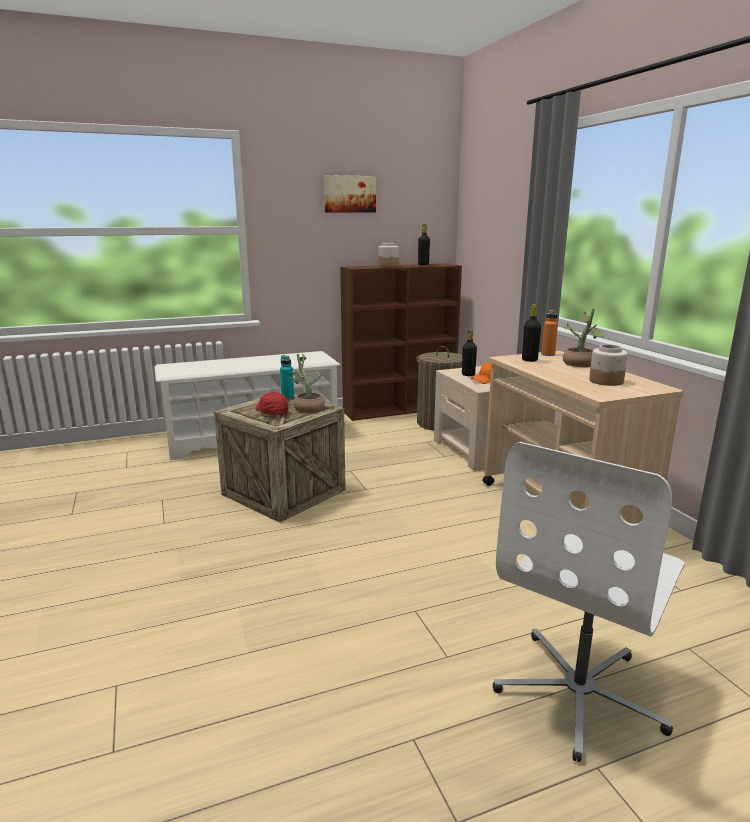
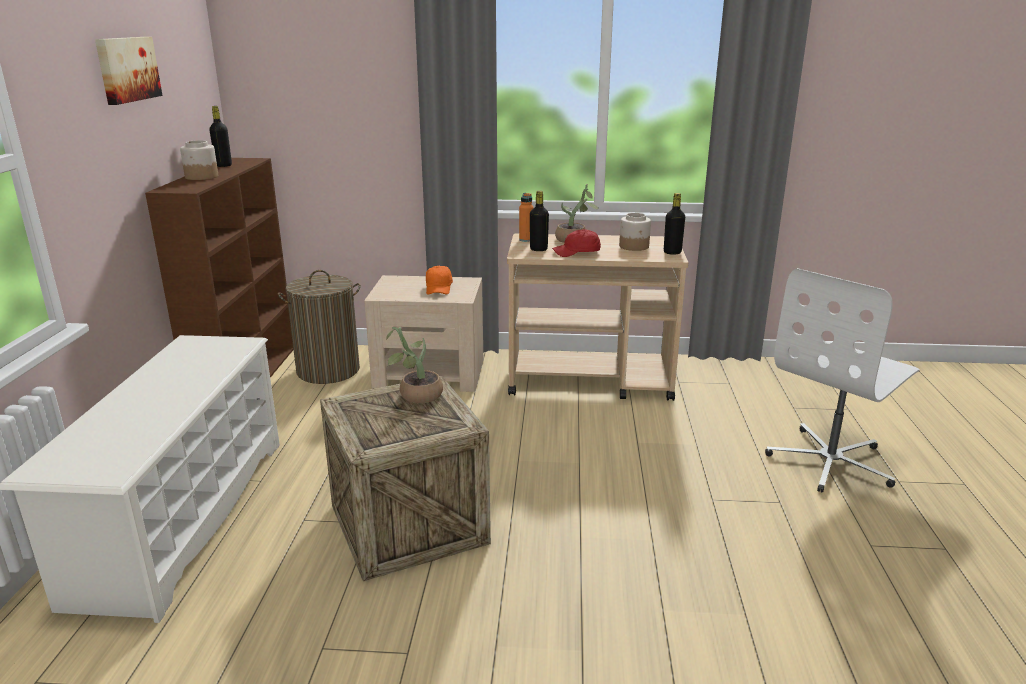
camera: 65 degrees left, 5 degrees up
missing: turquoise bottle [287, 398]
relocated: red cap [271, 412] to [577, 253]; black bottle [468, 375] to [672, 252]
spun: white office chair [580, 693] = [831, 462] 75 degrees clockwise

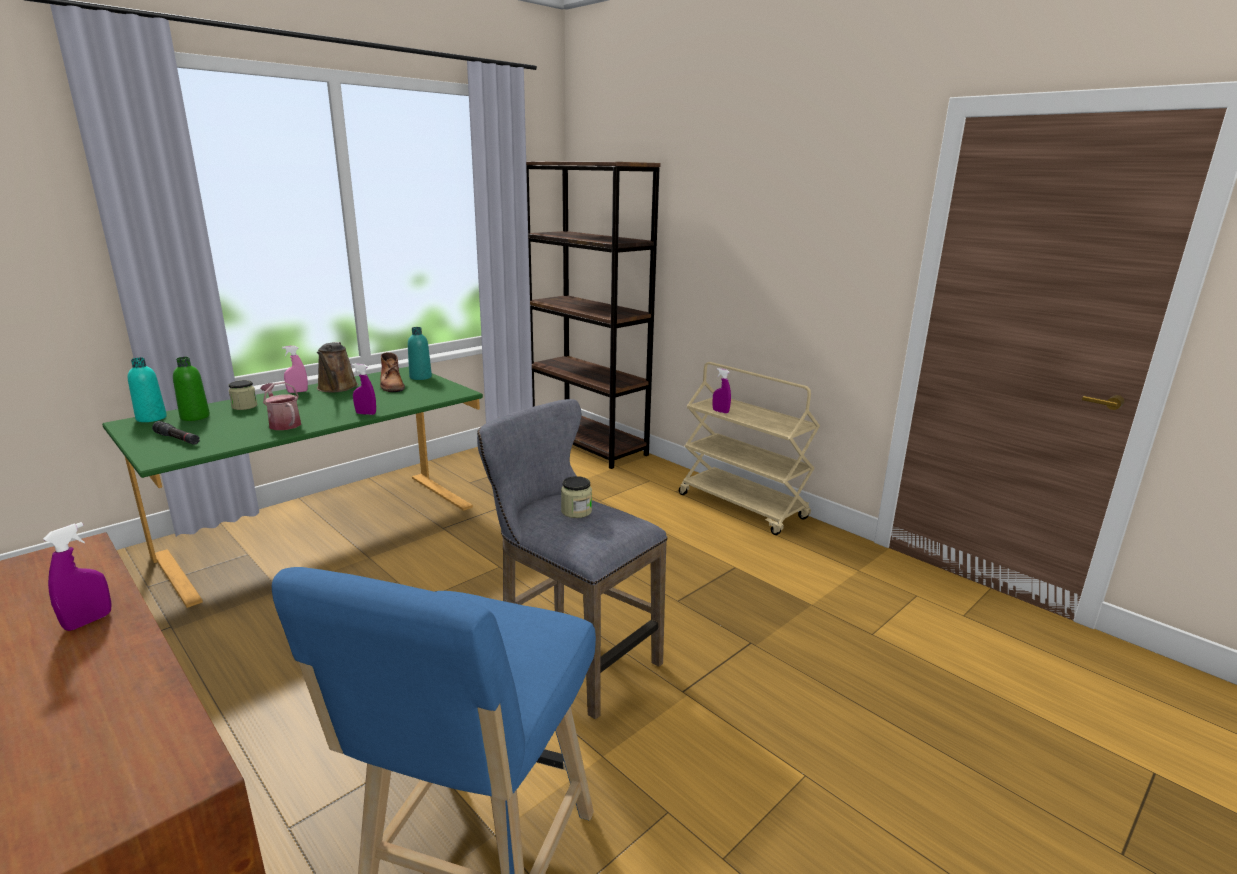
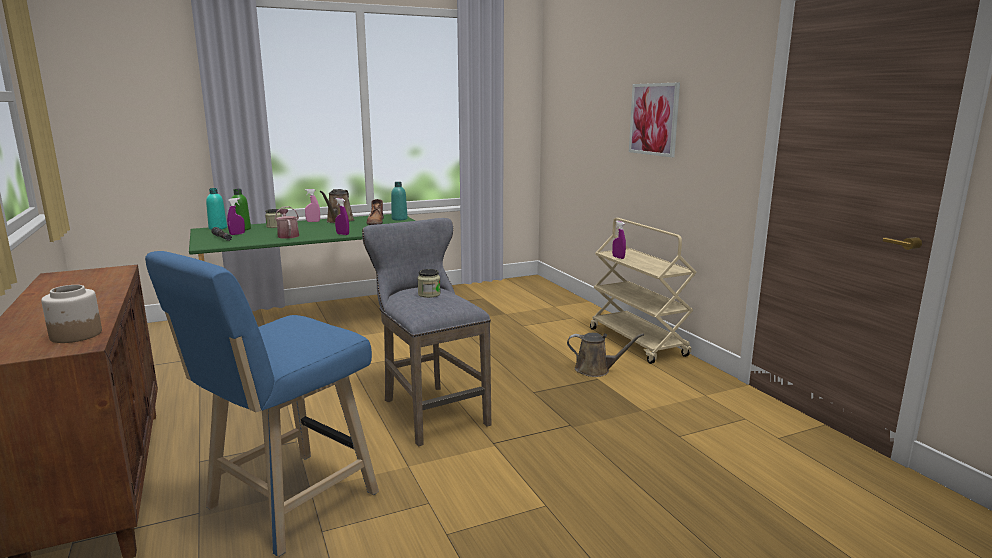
camera: 20 degrees right, 5 degrees down
missing: brown bookcase [587, 444]
appeared: jar [75, 335]; brown watering can [596, 370]; picture [654, 119]
relocated: purple spray bottle [88, 621] to [237, 234]

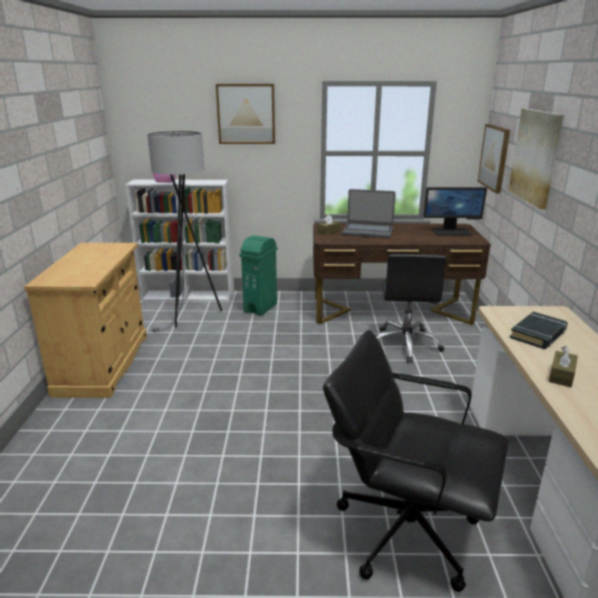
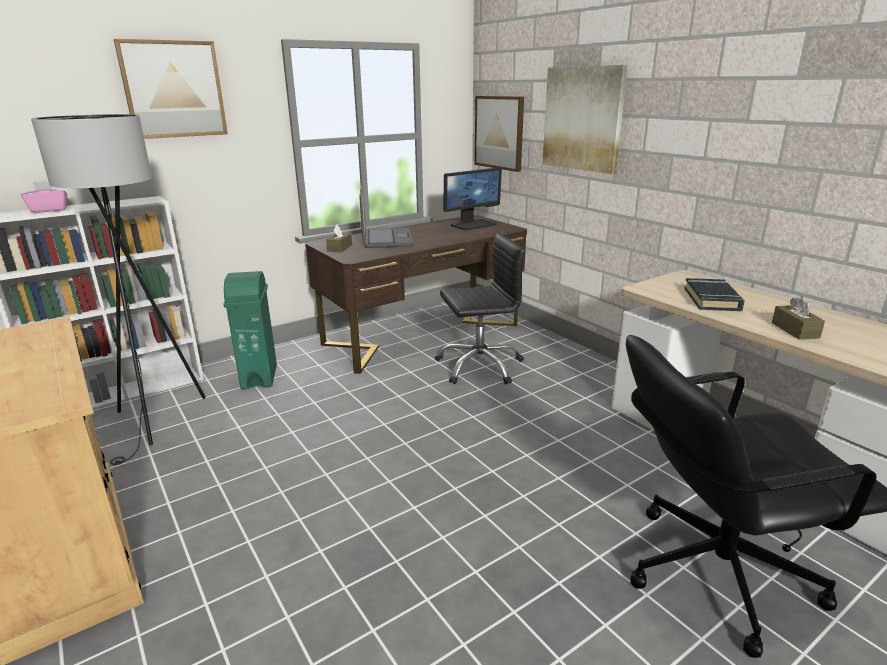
camera: 35 degrees left, 0 degrees up
spun: laptop [368, 231] = [386, 239] 75 degrees counterclockwise; black office chair [405, 344] = [479, 366] 75 degrees counterclockwise

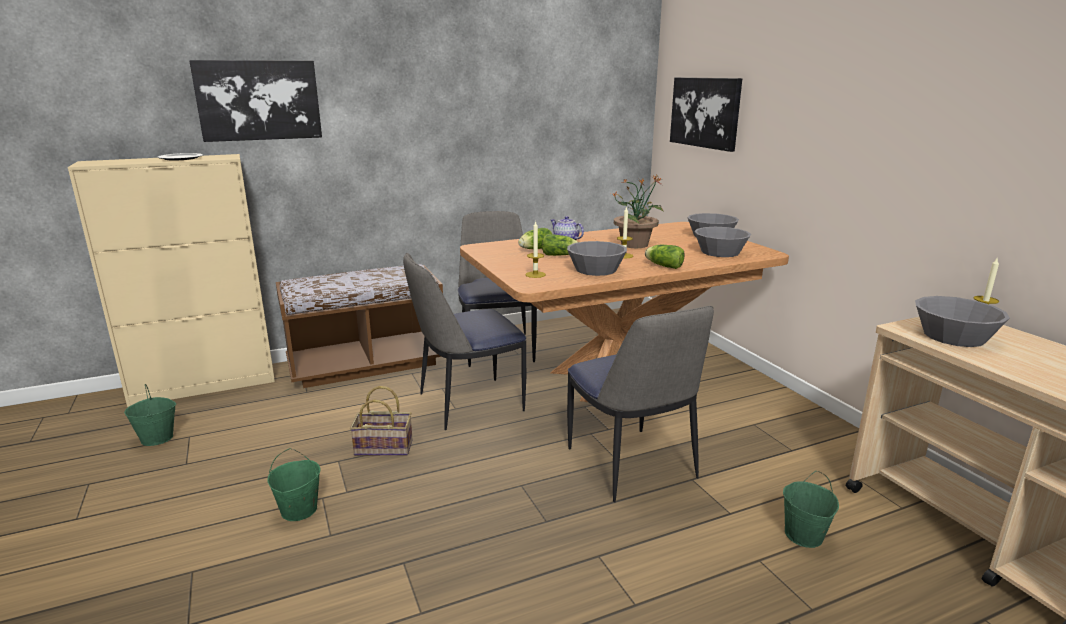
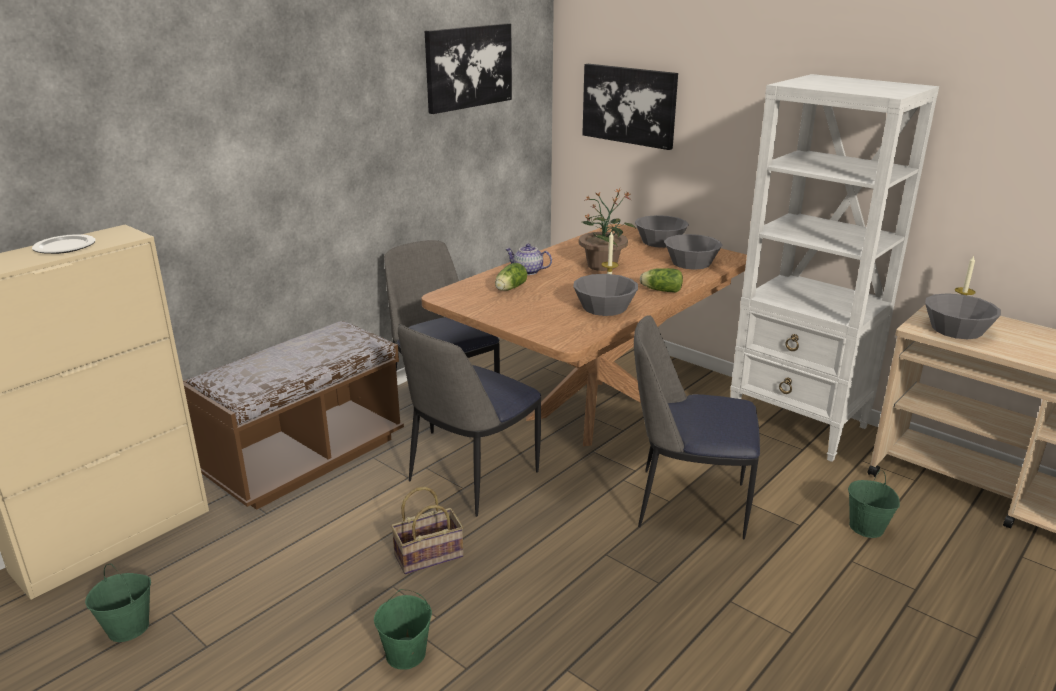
camera: 25 degrees left, 5 degrees up
missing: candle [535, 274]; lettuce [560, 255]
appeared: white bookcase [798, 425]
relocated: picture [259, 100] to [468, 67]
spun: chair [632, 466] = [687, 503] 150 degrees clockwise

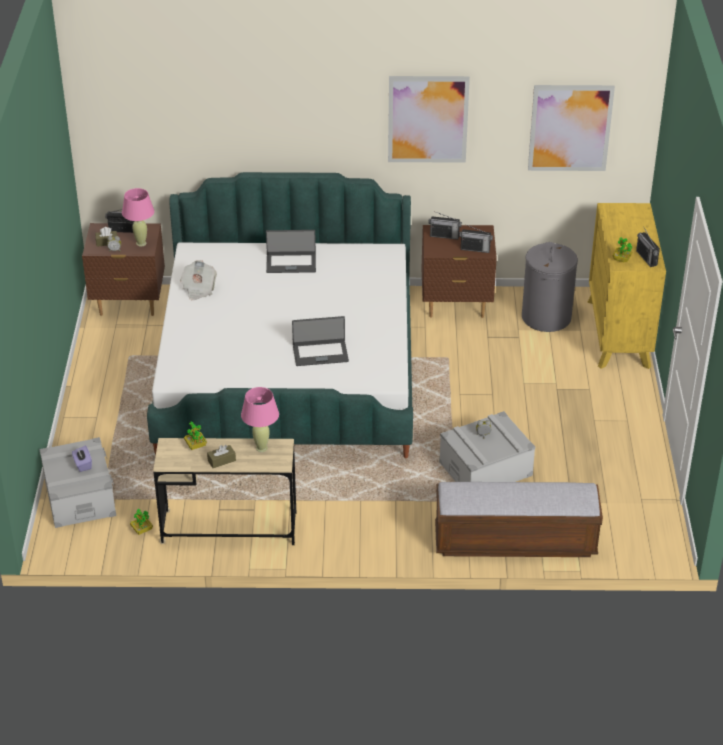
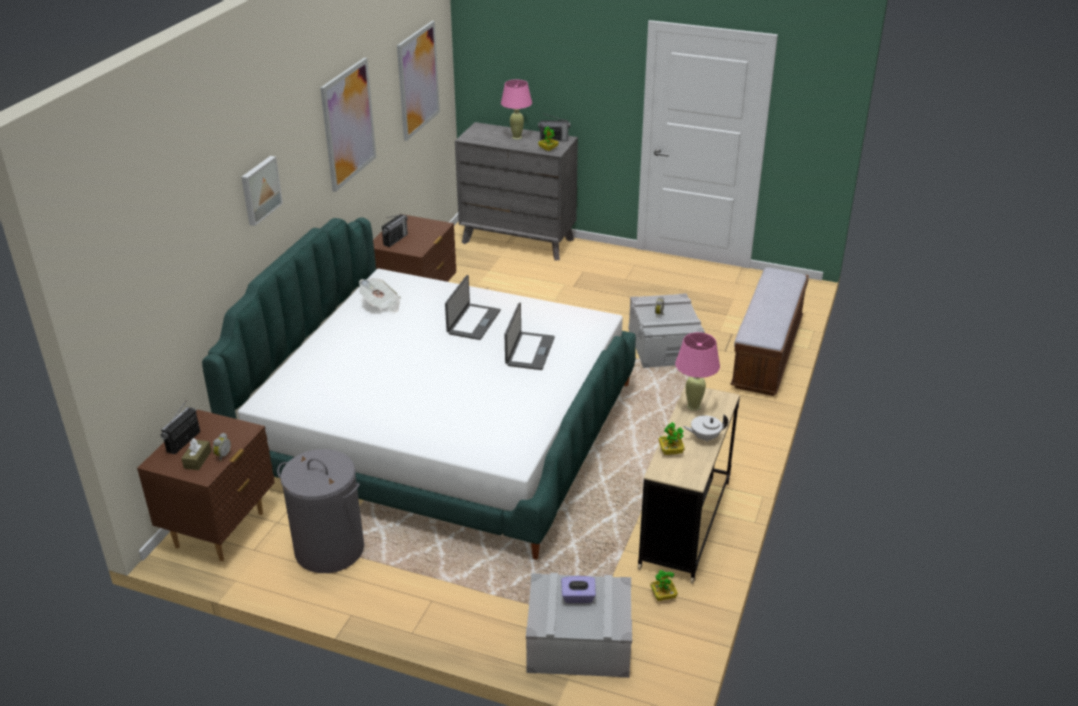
camera: 70 degrees left, 5 degrees down
missing: radio [475, 249]
appeared: picture [259, 190]
relocated: pink table lamp [141, 243] to [516, 137]; newspaper [198, 289] to [381, 305]; laptop [291, 263] to [473, 322]; grey laundry basket [546, 317] to [329, 549]
exchanged: brown tissue box [221, 460] to white teapot [704, 437]
colour: yellow dresser [618, 333] to grey dresser [518, 241]

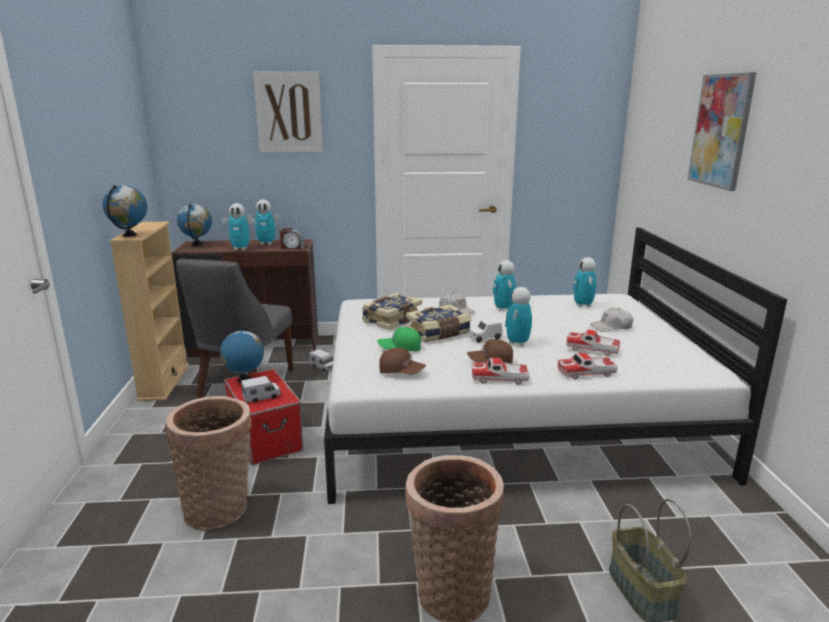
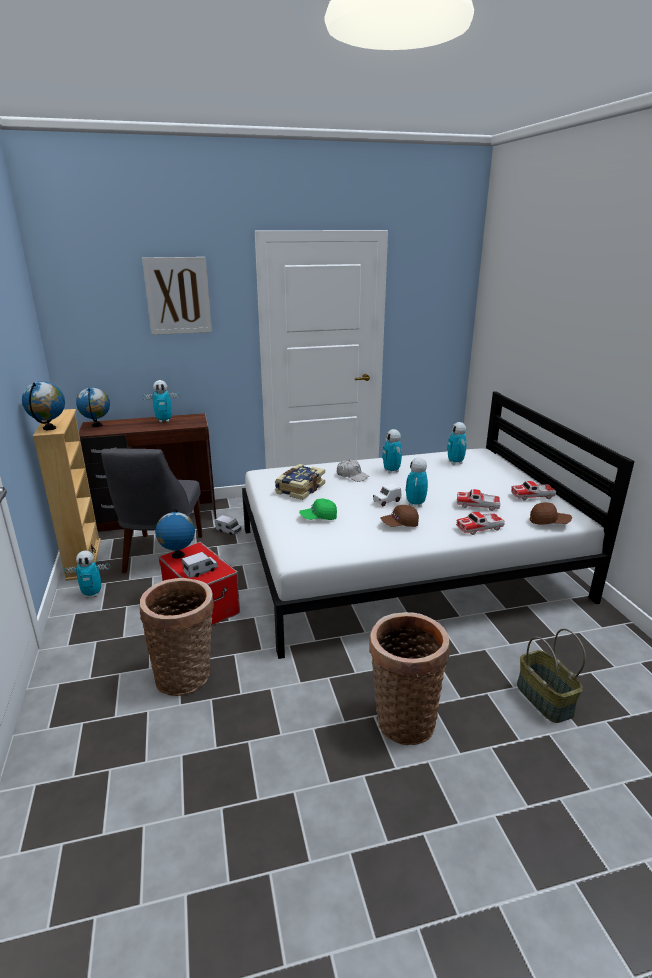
camera: 10 degrees left, 5 degrees up
missing: alarm clock [292, 247]; book [439, 333]; white cap [611, 327]; picture [721, 131]
relocated: toy robot [240, 249] to [92, 594]; brown cap [401, 372] to [549, 522]; toy car [500, 378] to [532, 496]

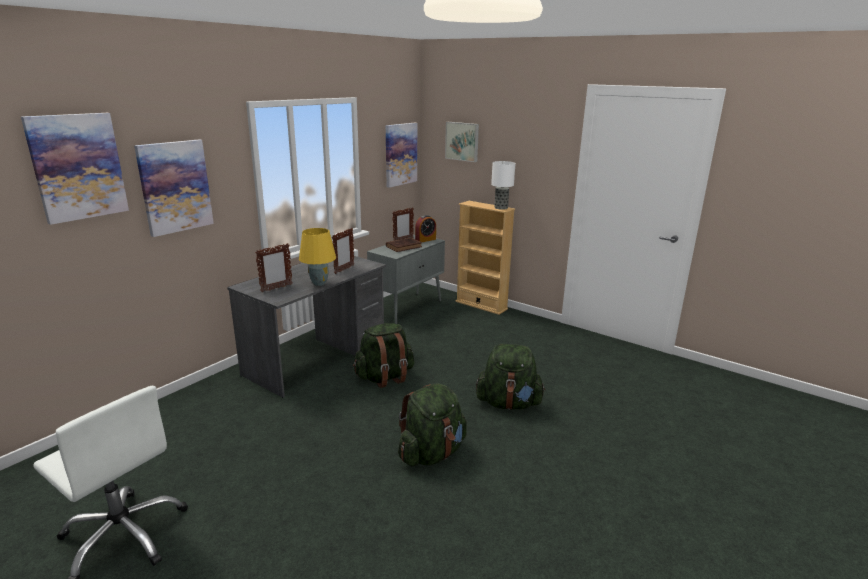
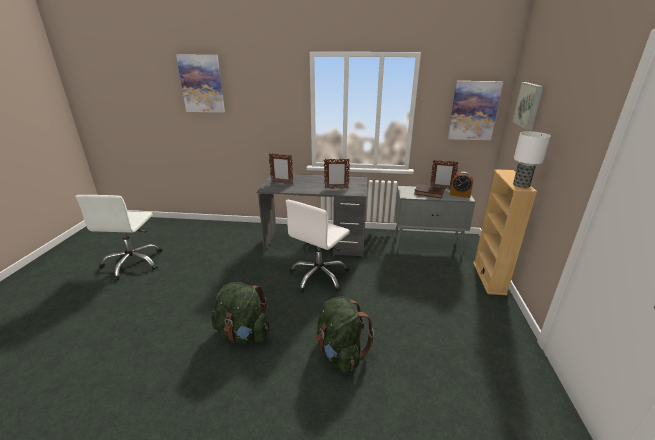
camera: 60 degrees right, 5 degrees up
missing: picture [175, 187]; yellow table lamp [319, 283]
exchanged: green backpack [385, 377] to white office chair [319, 276]

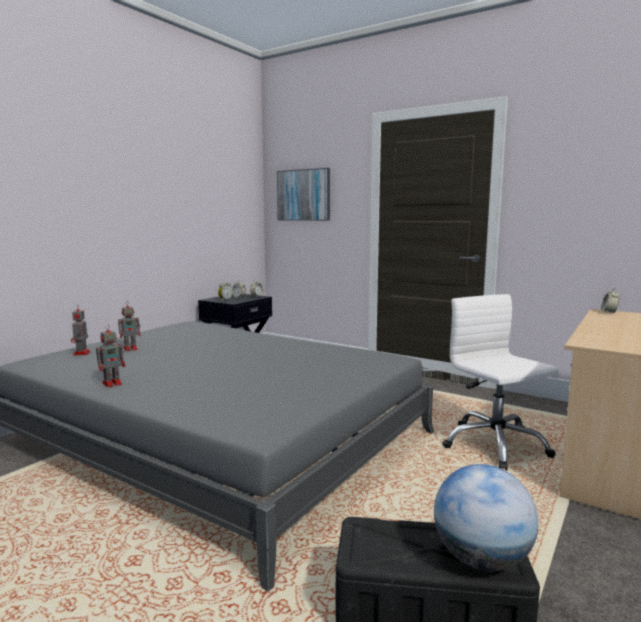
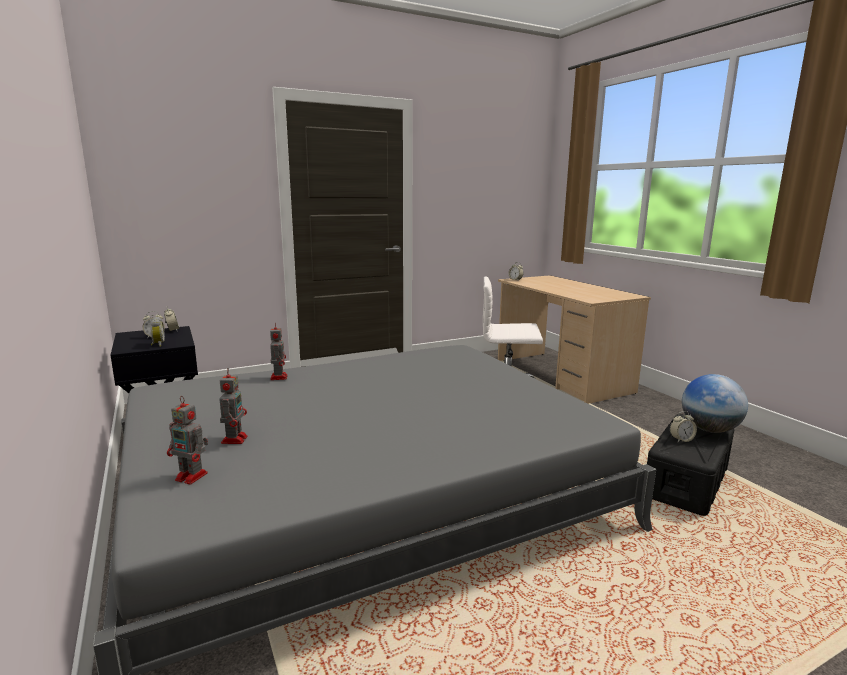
camera: 60 degrees left, 5 degrees up
missing: picture [303, 195]
appeared: alarm clock [681, 440]
relocated: toy robot [113, 383] to [279, 377]

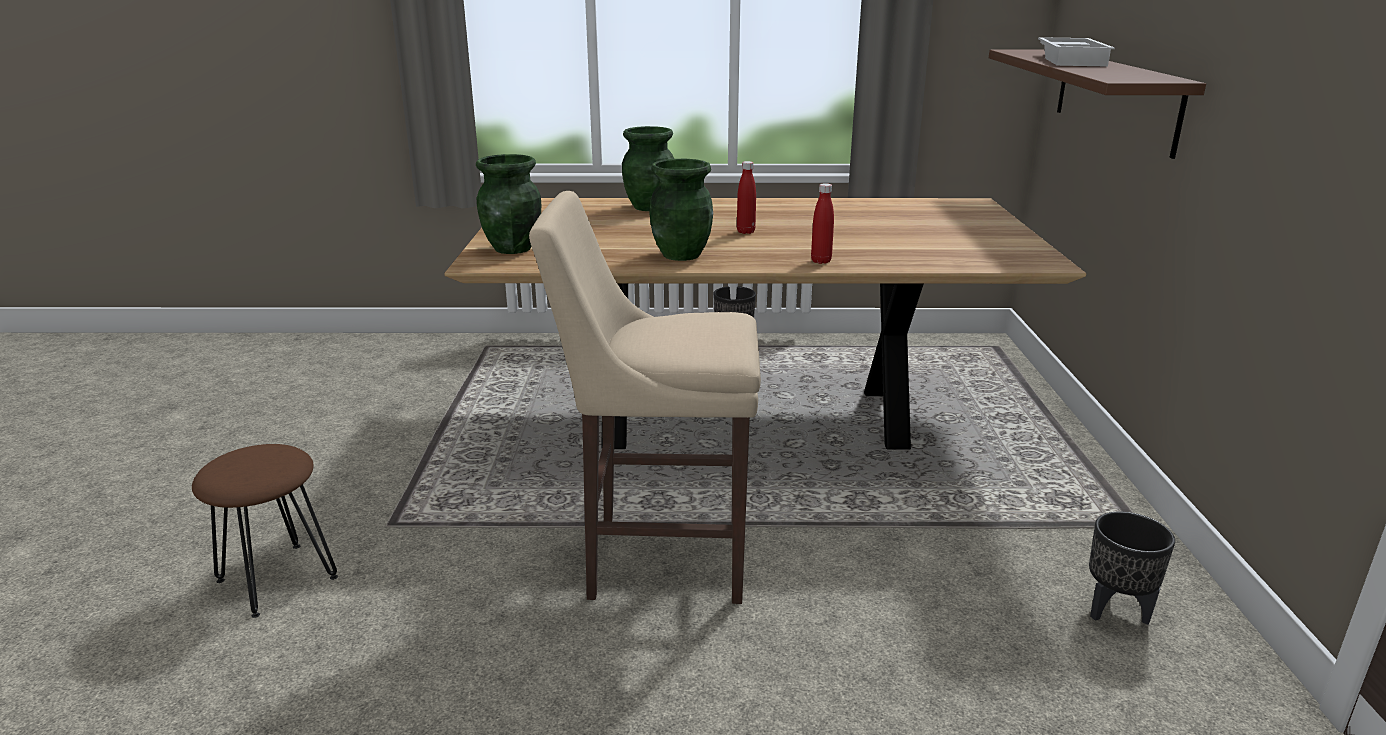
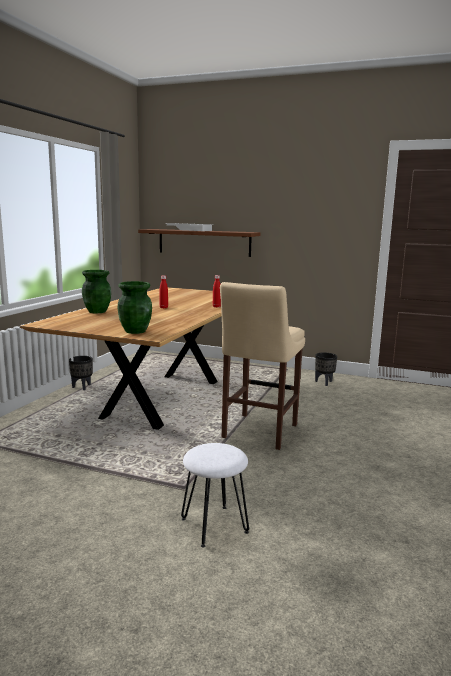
camera: 70 degrees left, 10 degrees down
missing: green vase [681, 255]
colour: brown stool [278, 578] to white stool [214, 525]

